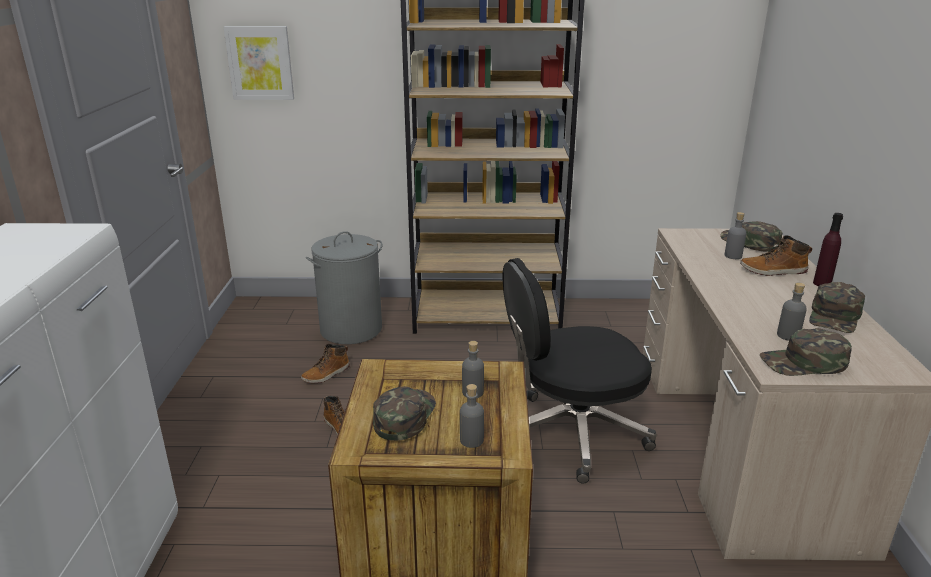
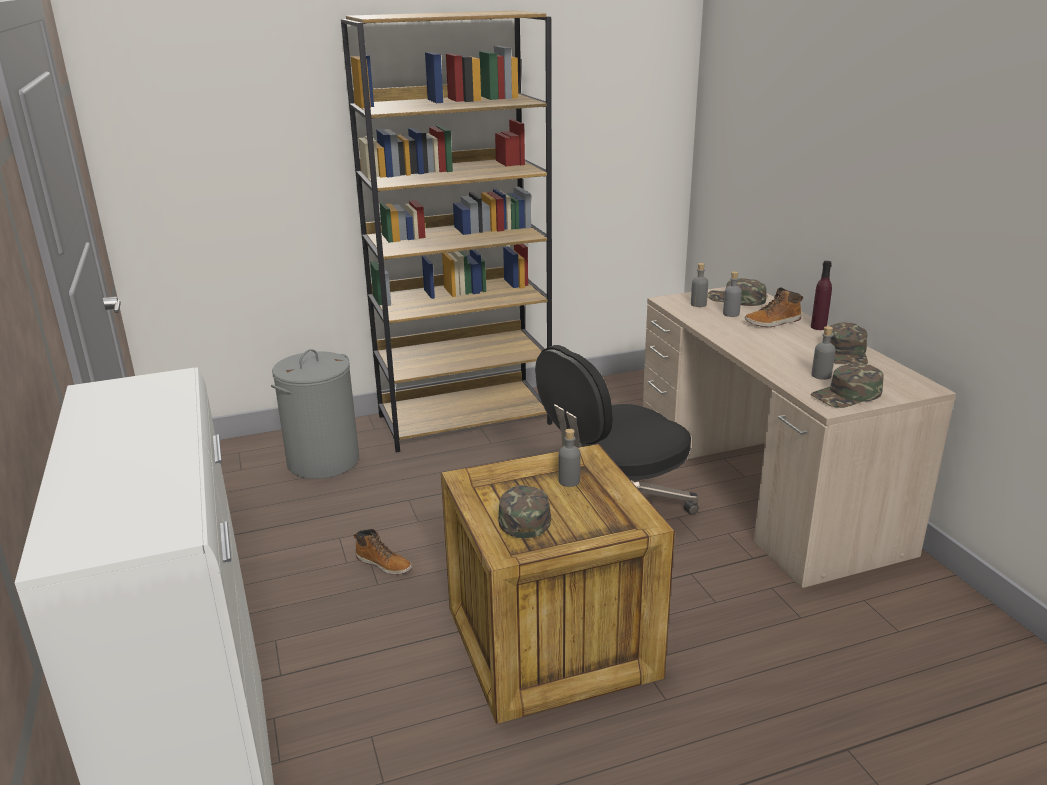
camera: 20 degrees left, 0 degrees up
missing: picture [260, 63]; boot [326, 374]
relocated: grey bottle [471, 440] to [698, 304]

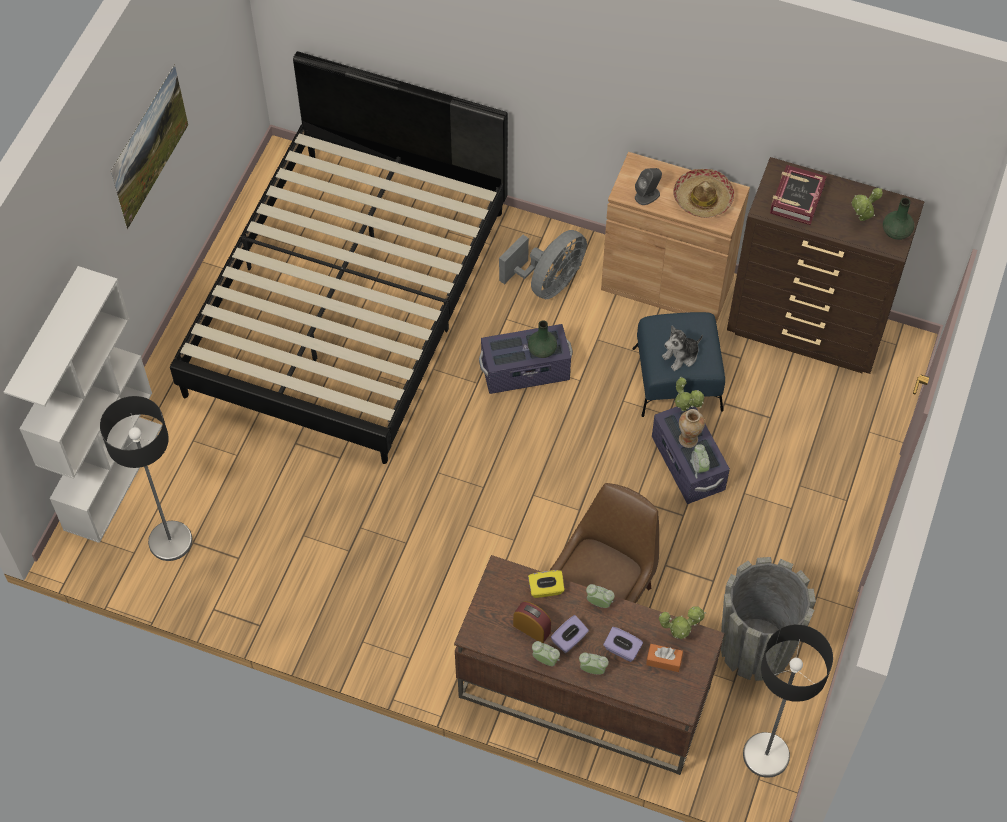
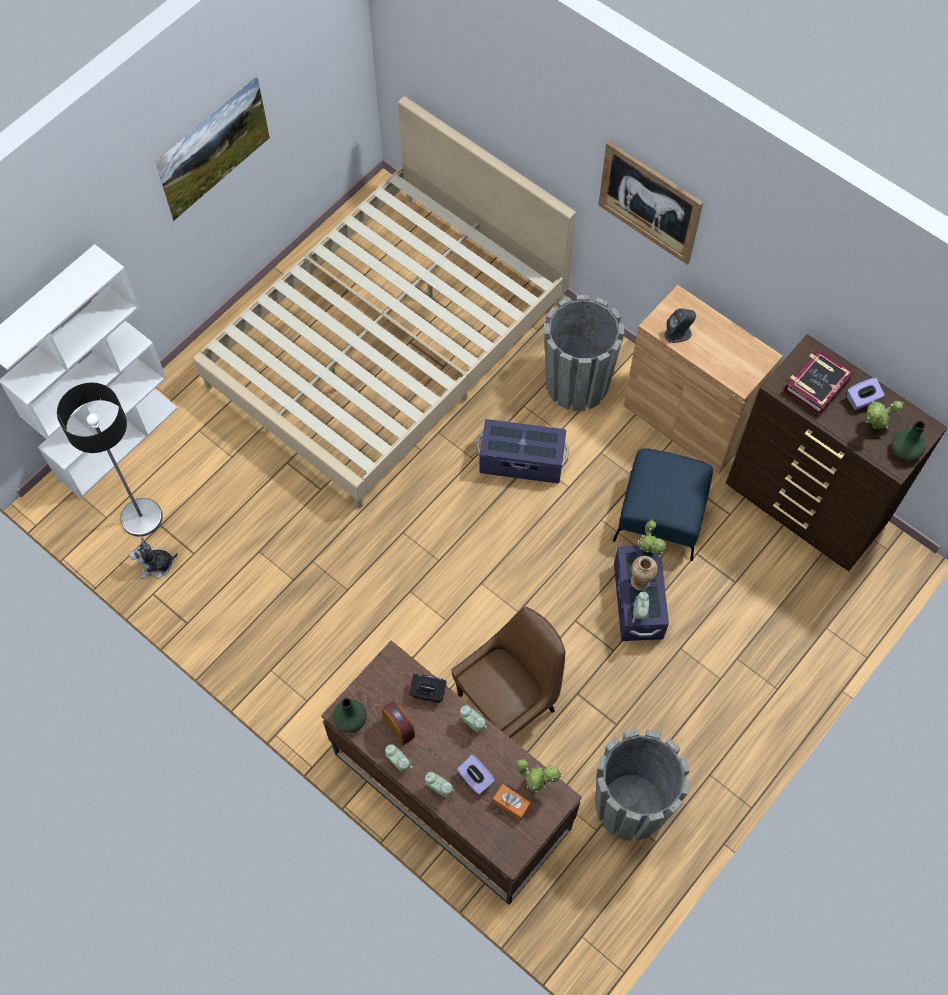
camera: 20 degrees right, 5 degrees up
missing: hat [703, 199]; floor lamp [766, 755]
appeared: picture [649, 202]
relocated: green vase [542, 349] to [350, 719]; purple tissue box [569, 640] to [862, 400]; plush toy [681, 356] to [156, 565]
exchanged: grey fan [548, 282] to grey planter [577, 383]
colour: black bed [348, 301] to beige bed [388, 344]; yellow tissue box [546, 589] to black tissue box [428, 692]

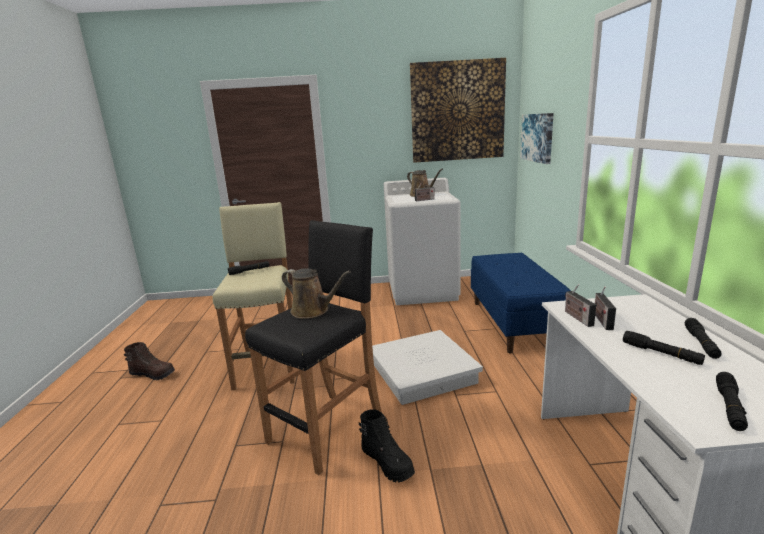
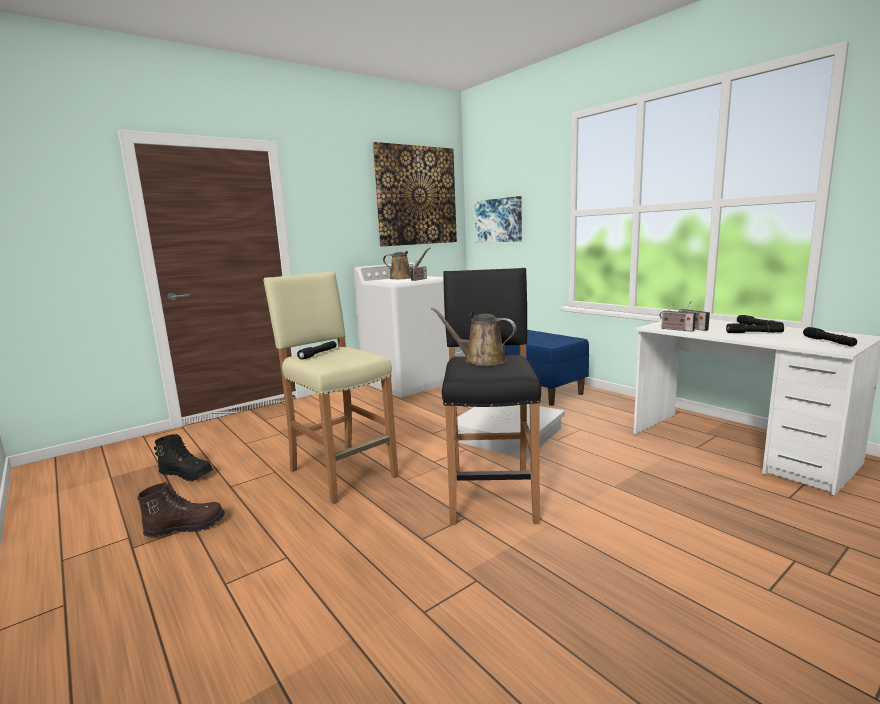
camera: 35 degrees left, 5 degrees down
relocated: black boot [387, 462] to [187, 474]
spun: brown watering can [313, 311] = [481, 360] 150 degrees counterclockwise

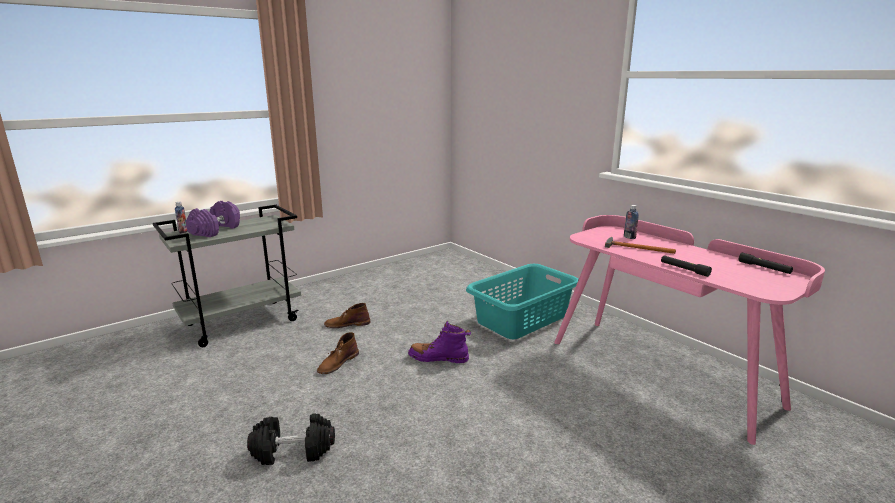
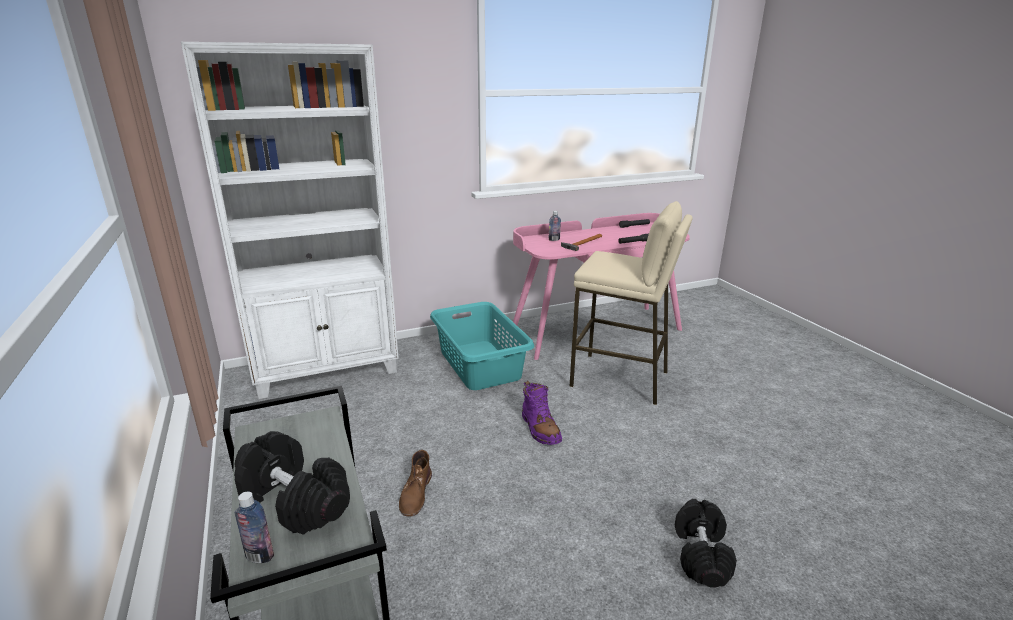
camera: 75 degrees left, 5 degrees up
missing: brown boot [337, 363]
appeared: white bookcase [328, 370]; beige stool [620, 379]
colour: purple dumbbell [215, 230] to black dumbbell [293, 501]
spun: purple boot [438, 358] = [540, 429] 45 degrees counterclockwise

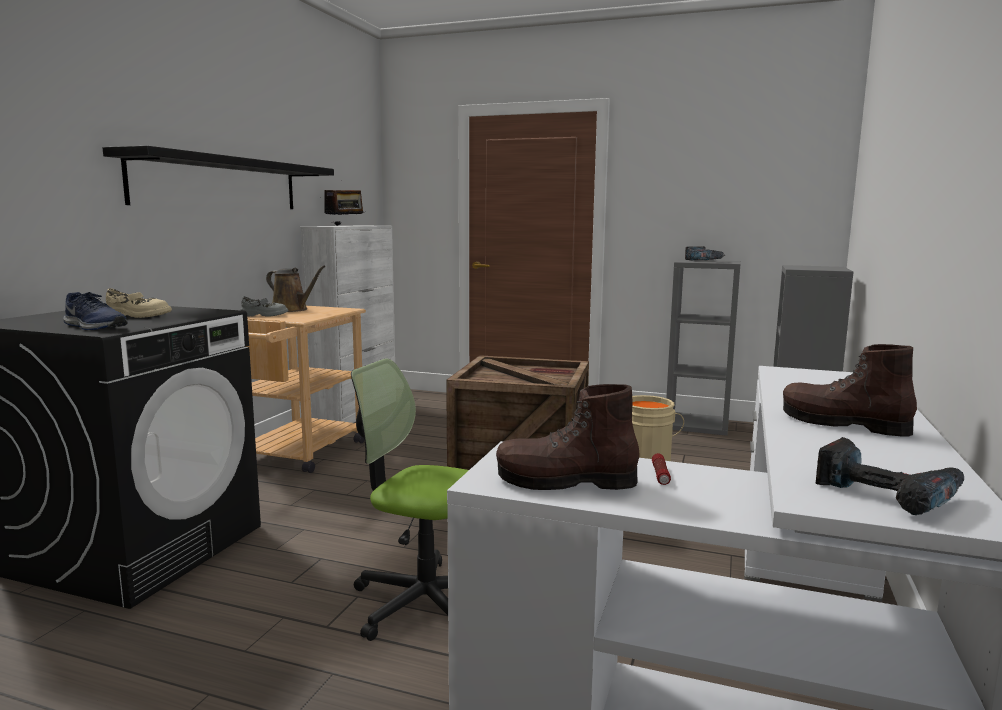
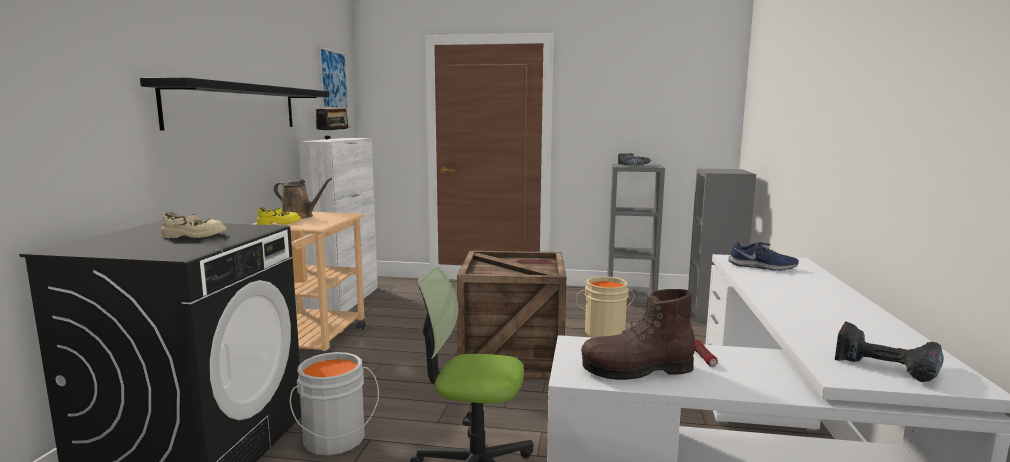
camera: 10 degrees left, 0 degrees up
missing: brown boot [842, 424]
appeared: grey bucket [335, 440]; picture [333, 79]
relocated: blue shoe [94, 327] to [762, 267]
colour: grey shoe [264, 315] to yellow shoe [279, 223]

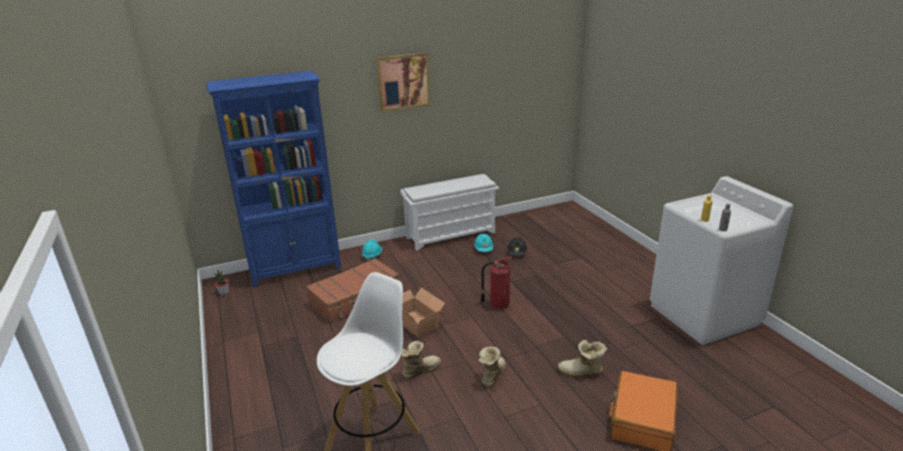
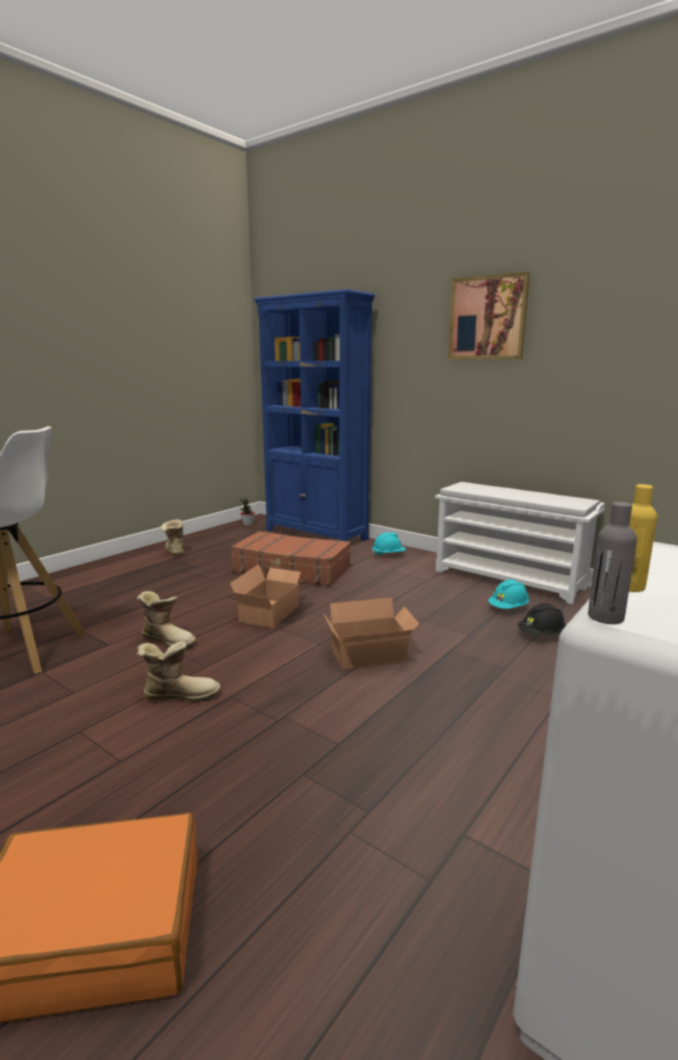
camera: 60 degrees right, 10 degrees down
relocated: boot [581, 372] to [174, 551]
exchanged: fire extinguisher [498, 305] to cardboard box [371, 655]

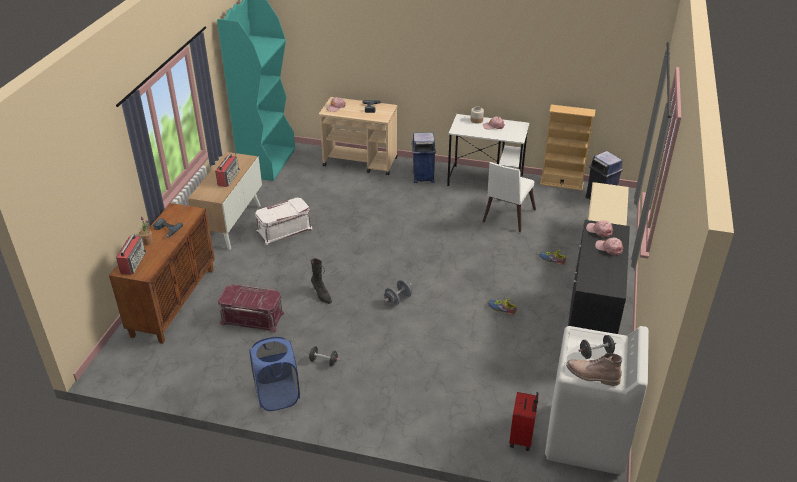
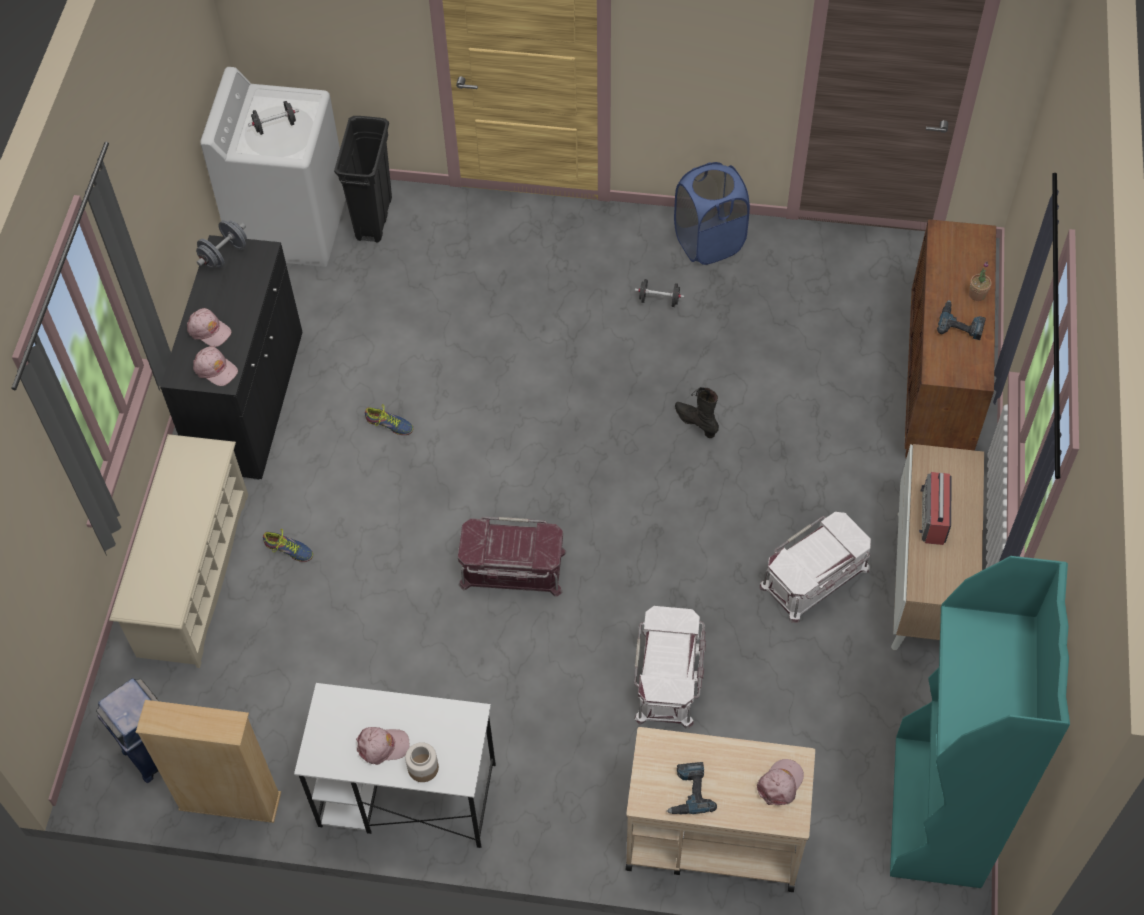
camera: 175 degrees right, 20 degrees up
missing: radio [133, 263]; blue trash can [423, 177]; white chair [507, 217]; brown boot [592, 375]
appeared: white storage box [669, 677]
relocated: red storage box [253, 317] to [512, 569]; grey dumbbell [398, 299] to [224, 255]
exchanged: red suitcase [522, 438] to black trash can [374, 218]

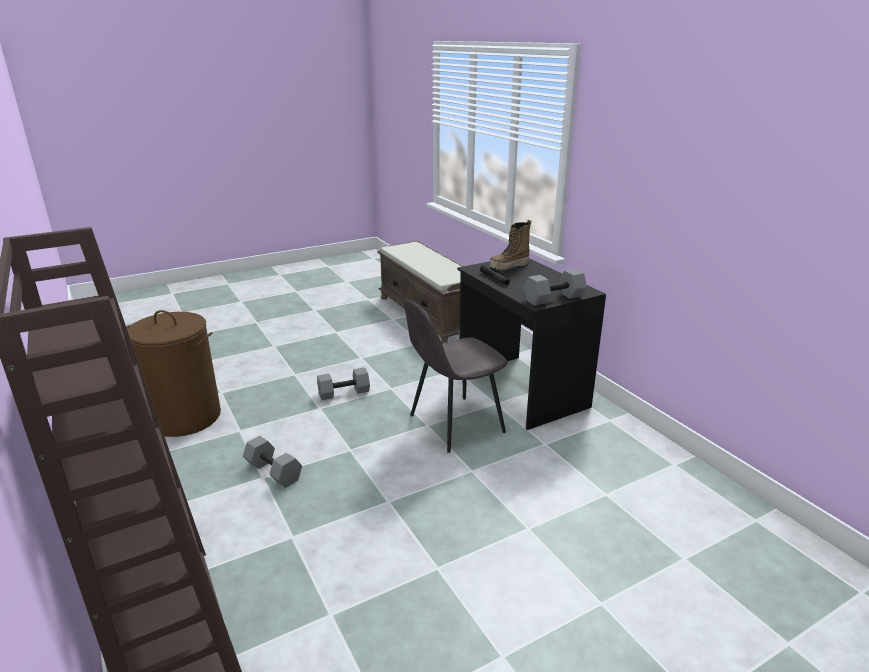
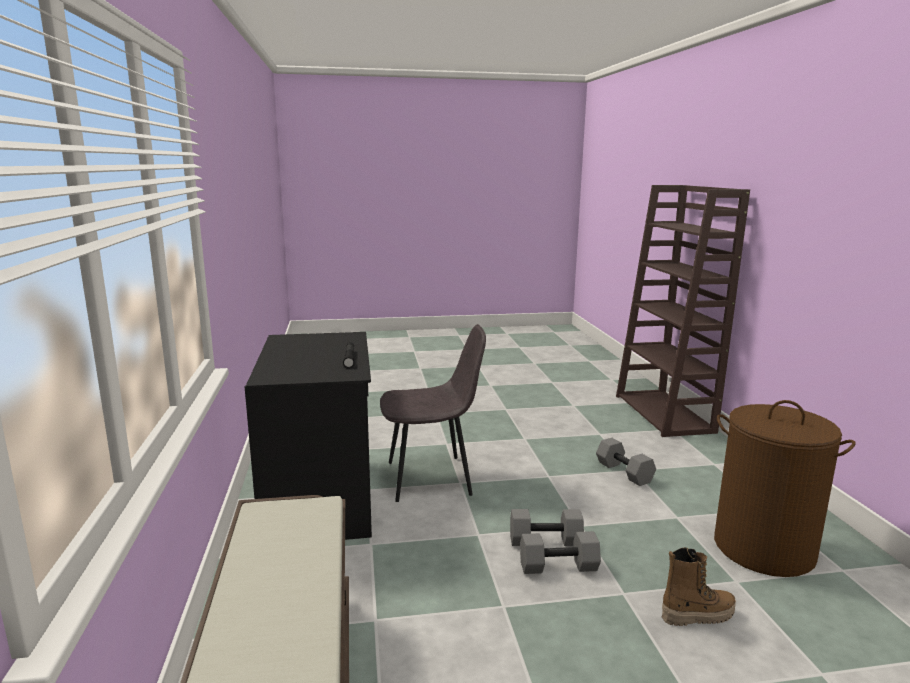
camera: 160 degrees left, 10 degrees down
relocated: boot [509, 266] to [697, 615]; grey dumbbell [554, 298] to [558, 567]

